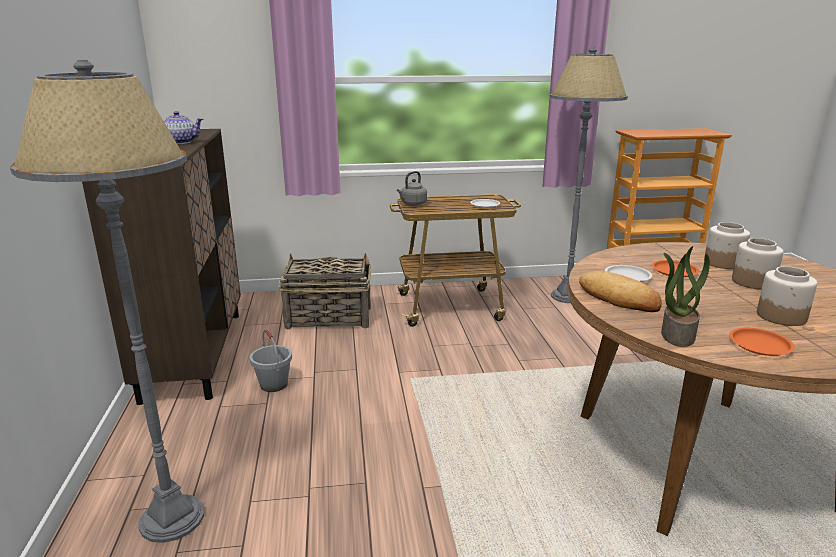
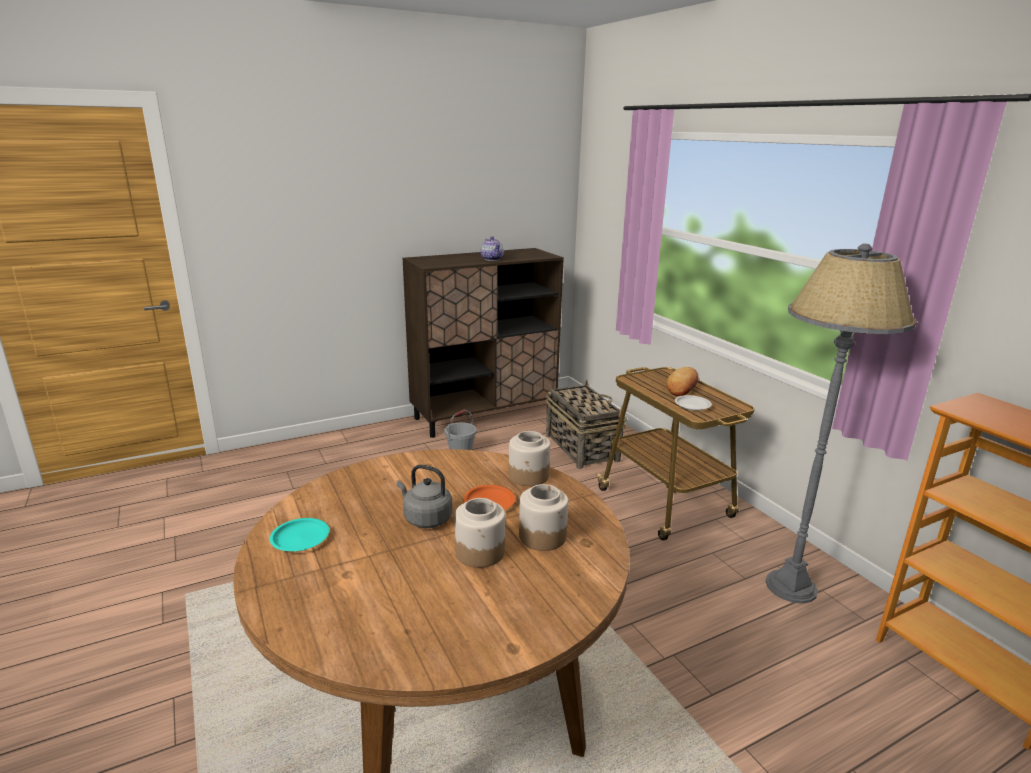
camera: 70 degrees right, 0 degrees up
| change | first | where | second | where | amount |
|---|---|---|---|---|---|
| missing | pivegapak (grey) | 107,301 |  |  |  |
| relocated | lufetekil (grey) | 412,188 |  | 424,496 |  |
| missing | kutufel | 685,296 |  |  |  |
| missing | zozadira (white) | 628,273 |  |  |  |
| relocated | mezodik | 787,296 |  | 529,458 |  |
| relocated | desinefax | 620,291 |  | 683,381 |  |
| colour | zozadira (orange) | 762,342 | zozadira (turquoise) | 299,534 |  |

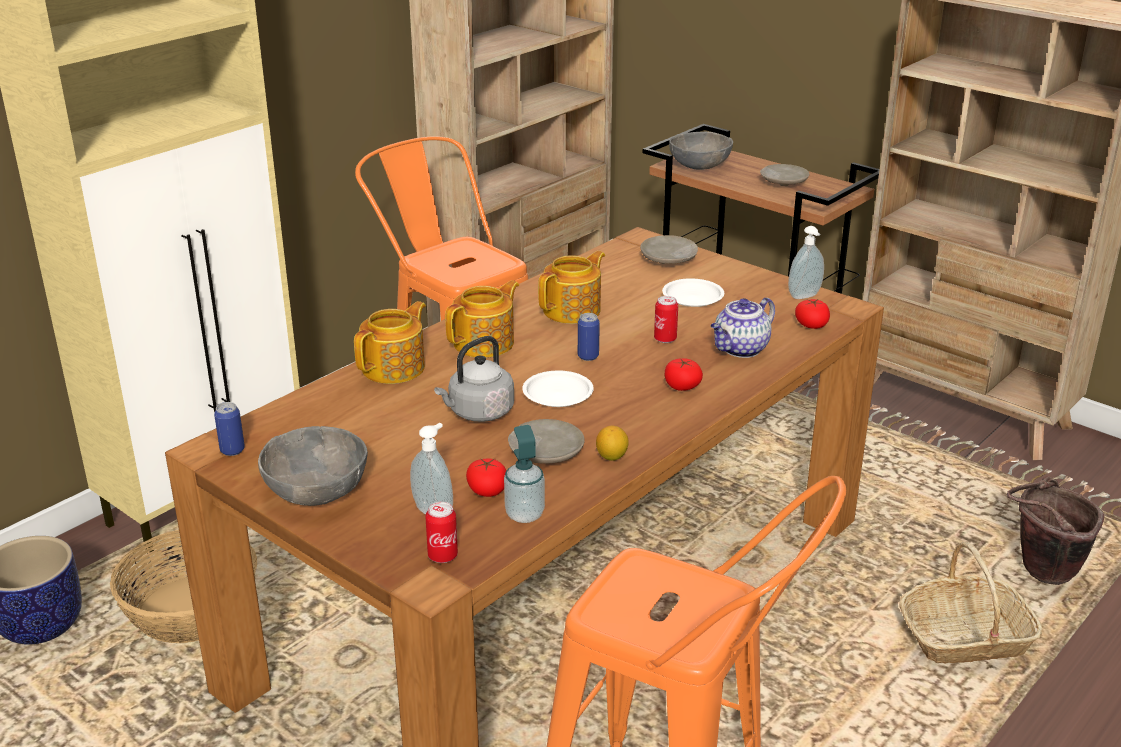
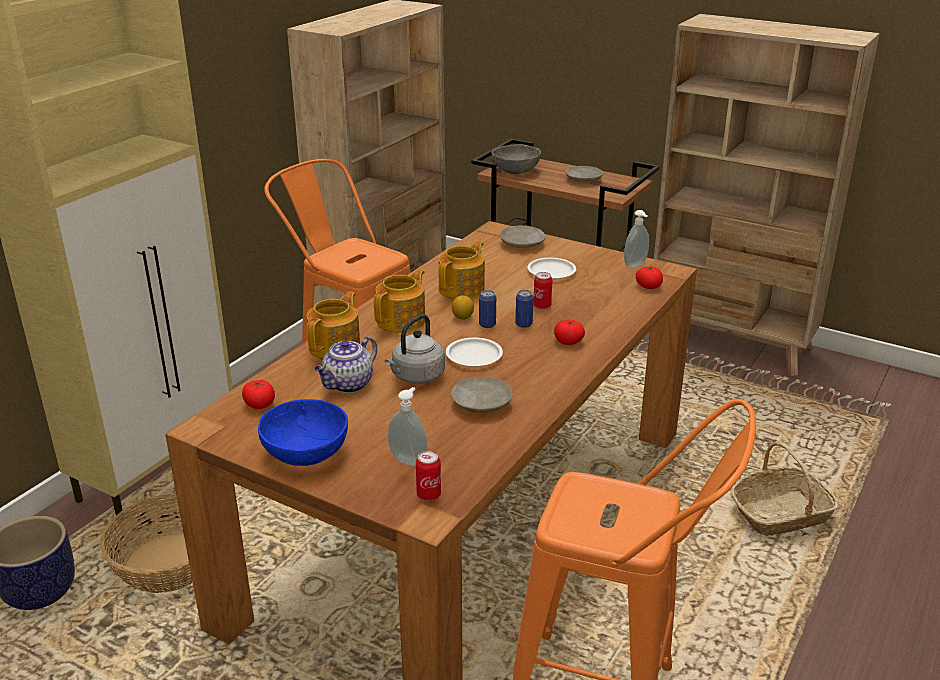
camera: 10 degrees left, 0 degrees up
| change | first | where | second | where | amount |
|---|---|---|---|---|---|
| relocated | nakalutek | 743,328 |  | 346,365 |  |
| relocated | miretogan | 229,429 |  | 524,309 |  |
| missing | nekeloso | 524,474 |  |  |  |
| relocated | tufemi | 612,443 |  | 463,307 |  |
| colour | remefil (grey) | 313,466 | remefil (blue) | 303,432 |  |
| relocated | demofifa | 486,477 |  | 258,394 |  |
| missing | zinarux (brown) | 1055,530 |  |  |  |

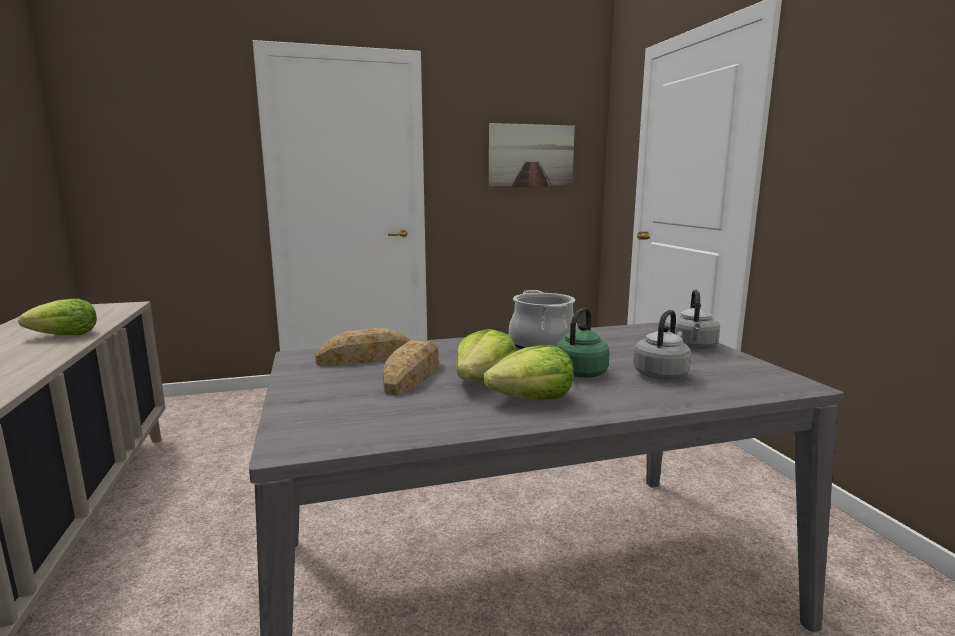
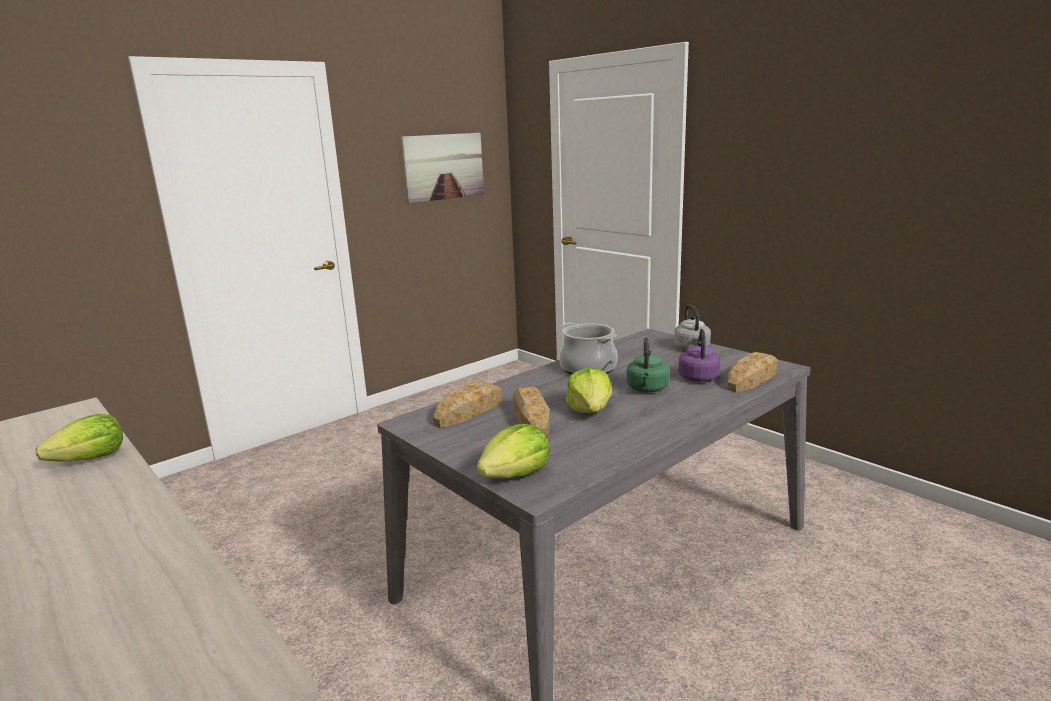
camera: 25 degrees left, 5 degrees up
| change | first | where | second | where | amount |
|---|---|---|---|---|---|
| colour | lufetekil (grey) | 662,345 | lufetekil (purple) | 699,355 |  |
| relocated | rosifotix | 528,372 |  | 513,451 |  |
| appeared |  |  | desinefax | 753,372 |  |

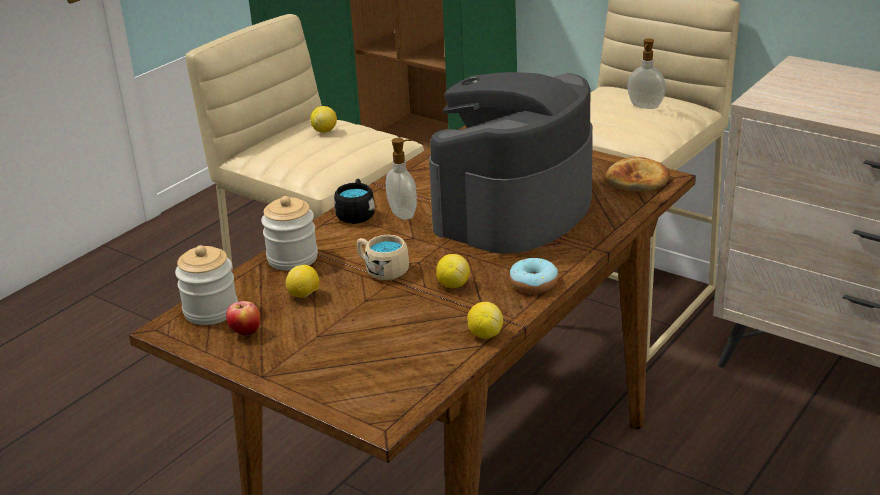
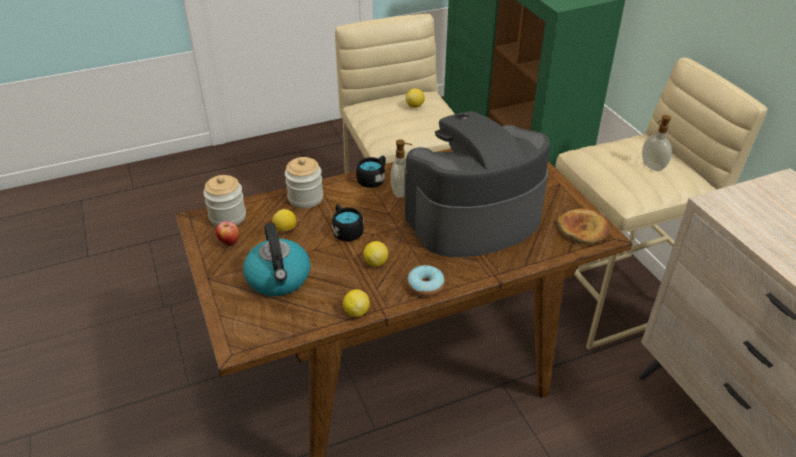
camera: 30 degrees right, 10 degrees up
| change | first | where | second | where | amount |
|---|---|---|---|---|---|
| colour | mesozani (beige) | 383,257 | mesozani (black) | 348,222 |  |
| appeared |  |  | lufetekil | 276,259 |  |

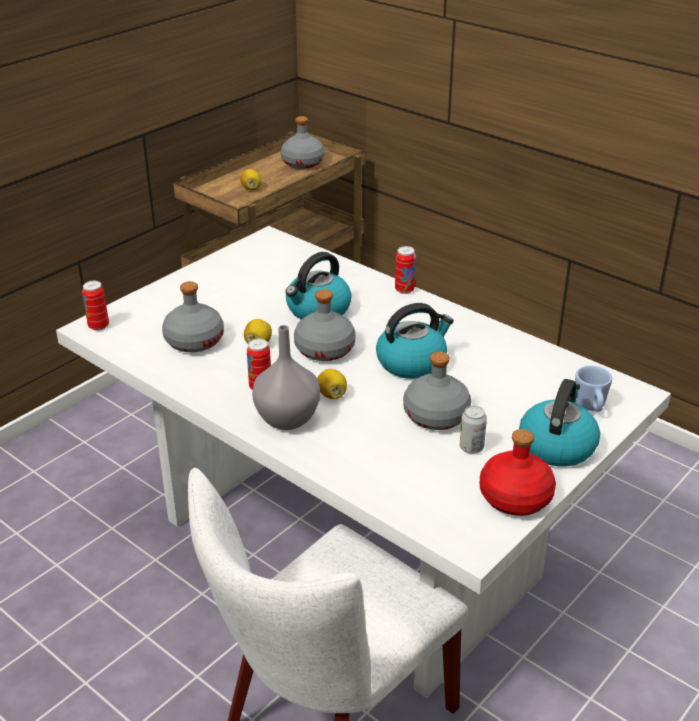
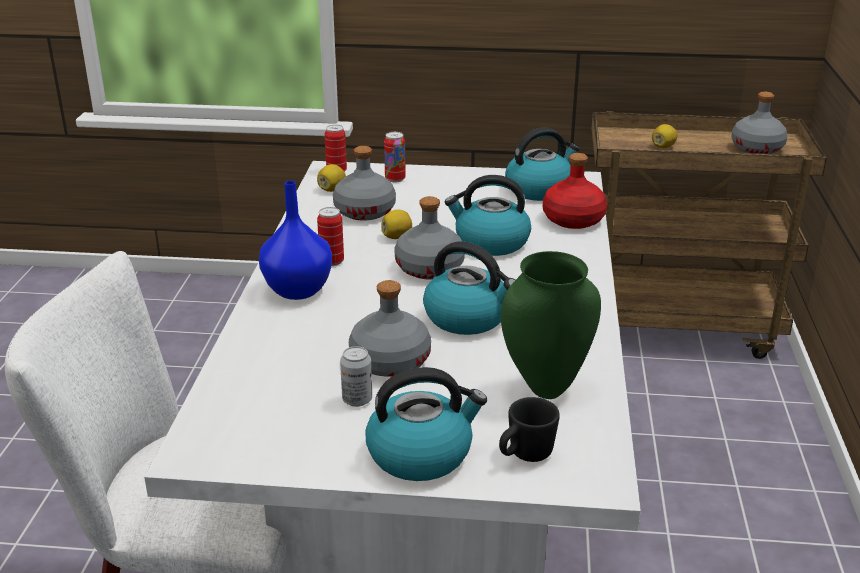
camera: 55 degrees right, 5 degrees down
| change | first | where | second | where | amount |
|---|---|---|---|---|---|
| relocated | miretogan | 405,270 |  | 395,157 |  |
| colour | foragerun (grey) | 286,377 | foragerun (blue) | 295,240 |  |
| colour | mesozani (blue) | 593,389 | mesozani (black) | 529,429 |  |
| relocated | tufemi | 332,384 |  | 331,178 |  |
| relocated | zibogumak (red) | 518,472 |  | 575,191 |  |
| appeared |  |  | lufetekil | 542,164 |  |
| appeared |  |  | foragerun (green) | 551,325 |  |

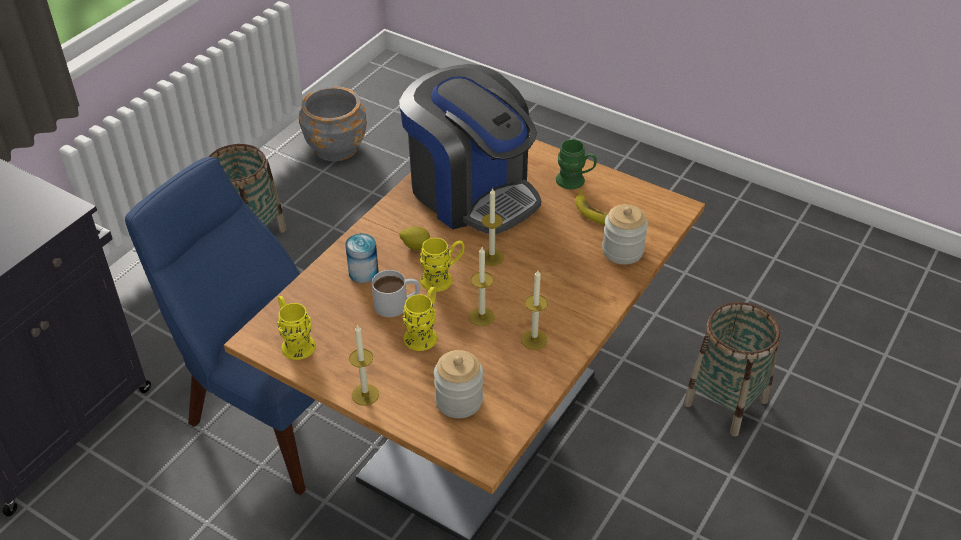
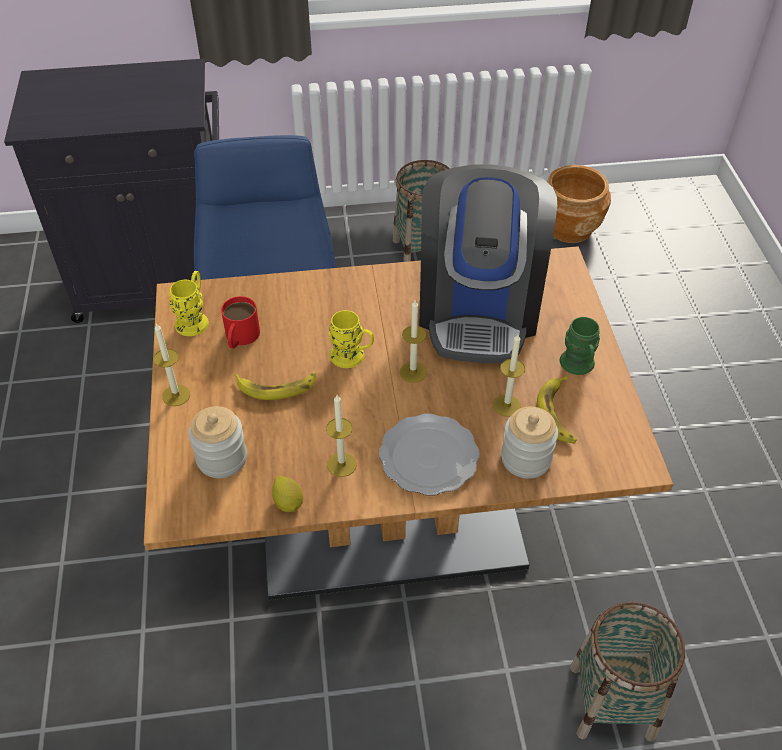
camera: 50 degrees right, 5 degrees up
| change | first | where | second | where | amount |
|---|---|---|---|---|---|
| colour | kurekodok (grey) | 333,123 | kurekodok (brown) | 579,204 |  |
| relocated | tufemi | 415,238 |  | 287,494 |  |
| missing | miretogan | 362,258 |  |  |  |
| relocated | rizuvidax | 482,286 |  | 509,375 |  |
| missing | mesozani (white) | 396,293 |  |  |  |
| exchanged | mesozani (yellow) | 419,319 | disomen | 275,386 |  |
| appeared |  |  | mesozani (red) | 240,322 |  |
| appeared |  |  | zozadira | 429,454 |  |

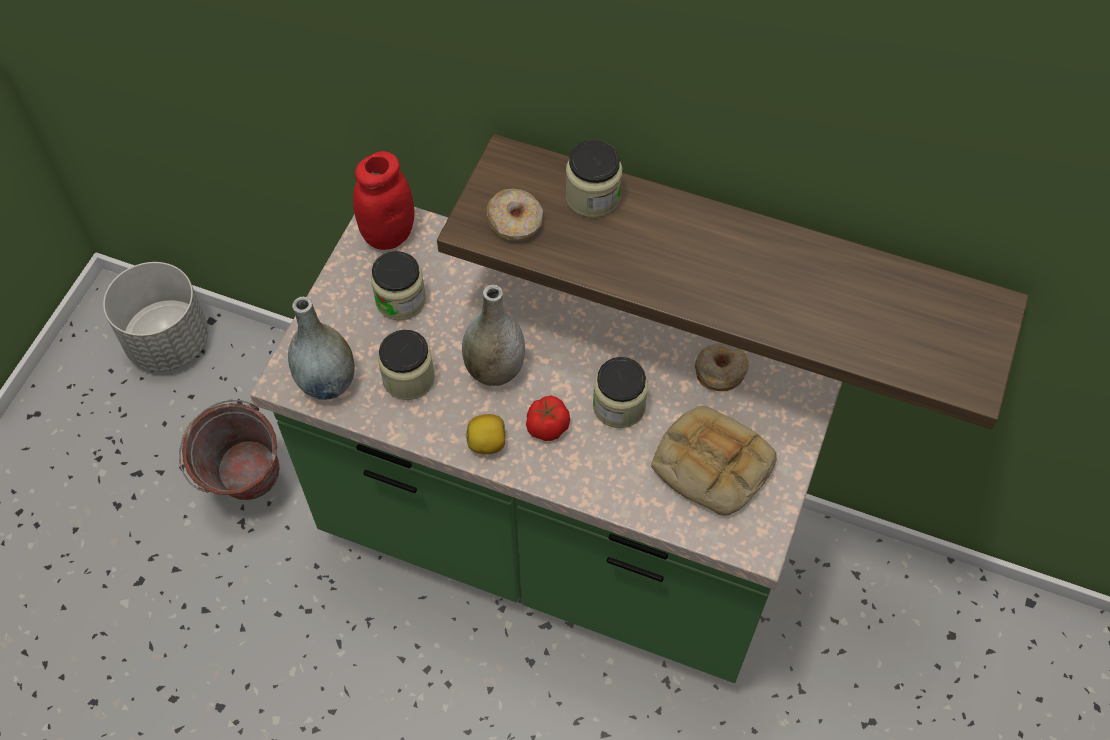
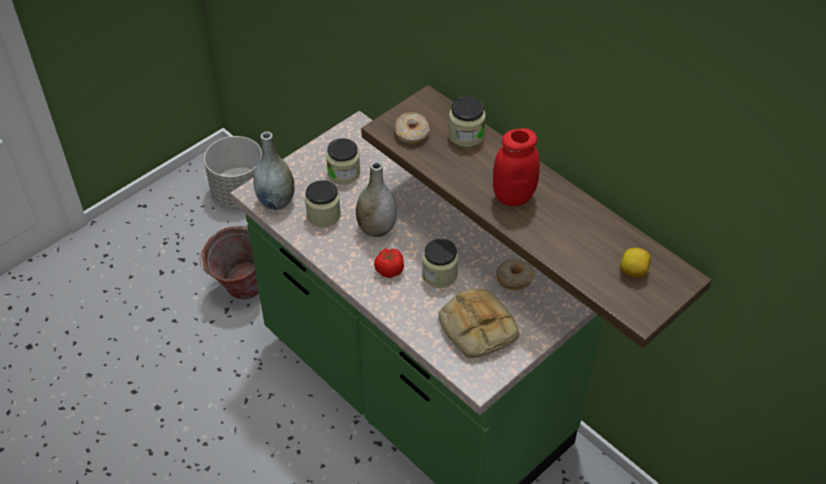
camera: 25 degrees right, 10 degrees down
| change | first | where | second | where | amount |
|---|---|---|---|---|---|
| relocated | mezodik (red) | 384,200 |  | 516,167 |  |
| relocated | tufemi | 486,434 |  | 635,262 |  |

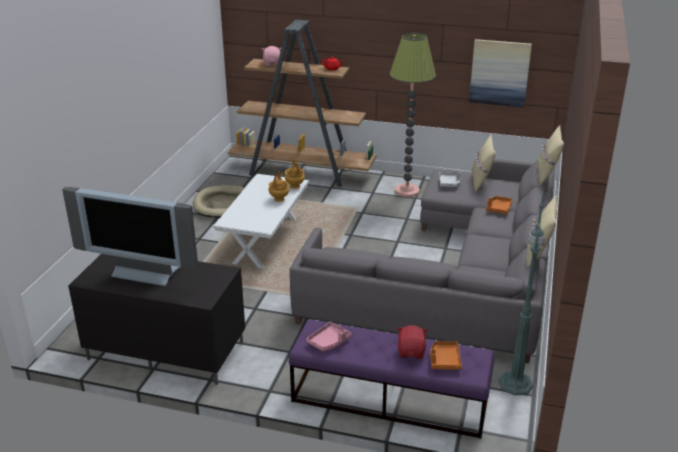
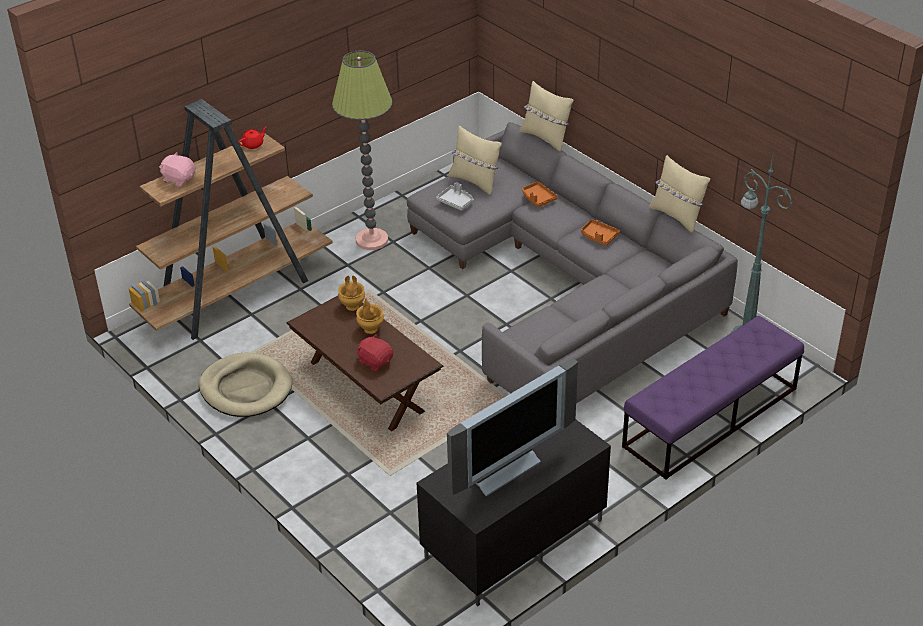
camera: 55 degrees left, 10 degrees up
| change | first | where | second | where | amount |
|---|---|---|---|---|---|
| missing | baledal | 500,73 |  |  |  |
| colour | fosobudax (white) | 261,221 | fosobudax (brown) | 365,363 |  |
| missing | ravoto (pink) | 329,336 |  |  |  |
| relocated | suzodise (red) | 412,342 |  | 374,352 |  |
| relocated | ravoto (orange) | 446,355 |  | 600,232 |  |

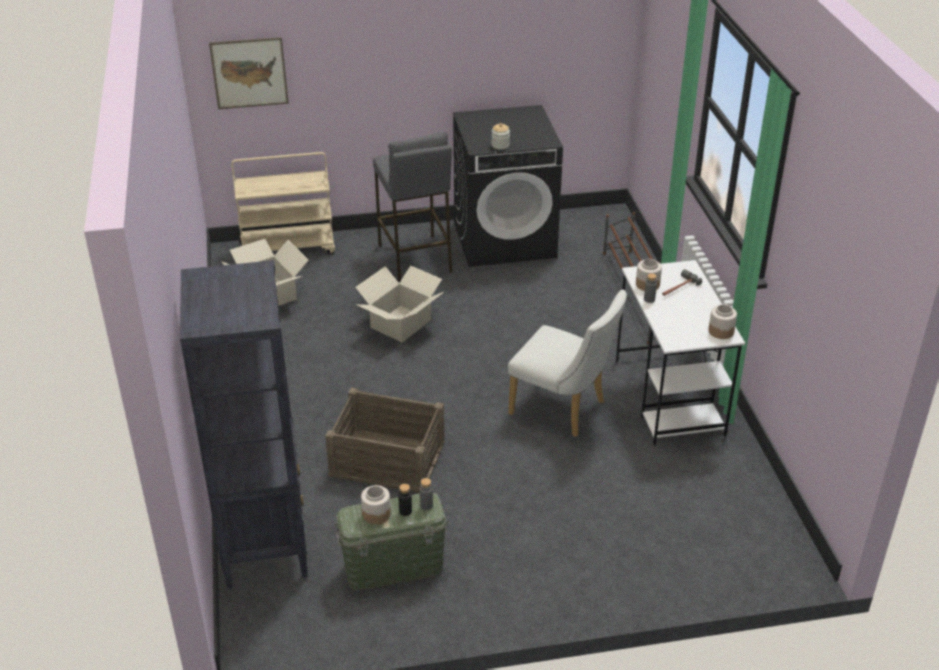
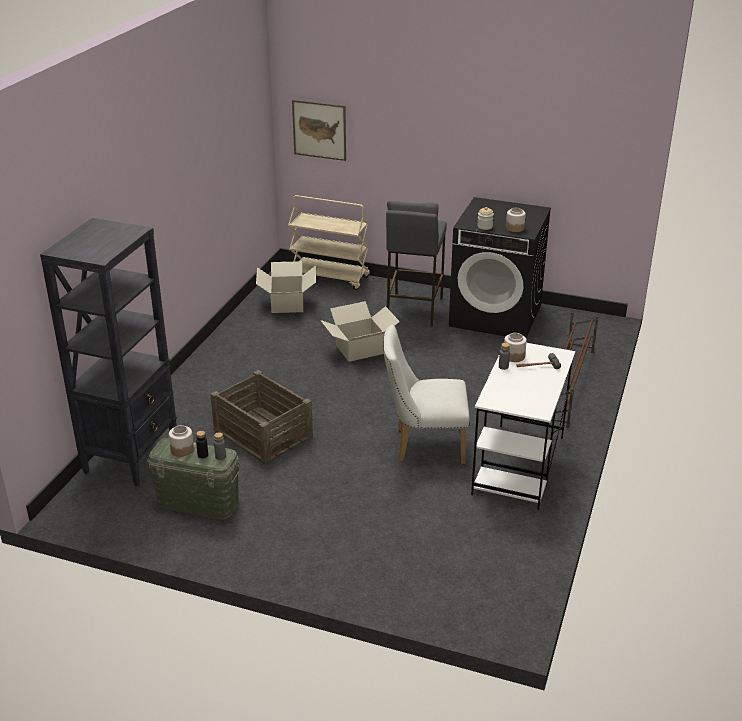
camera: 30 degrees right, 5 degrees down
| change | first | where | second | where | amount |
|---|---|---|---|---|---|
| spun | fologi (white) | 567,363 |  | 426,394 | 120 degrees clockwise |
| relocated | mezodik | 722,321 |  | 516,220 |  |

